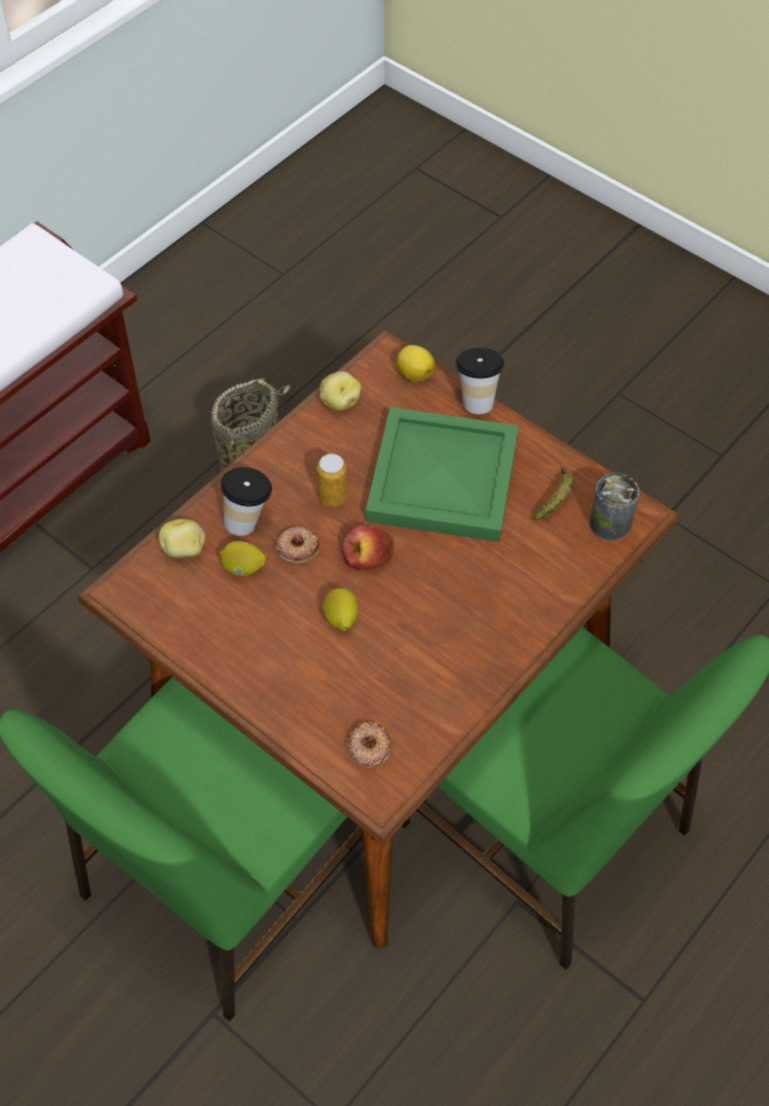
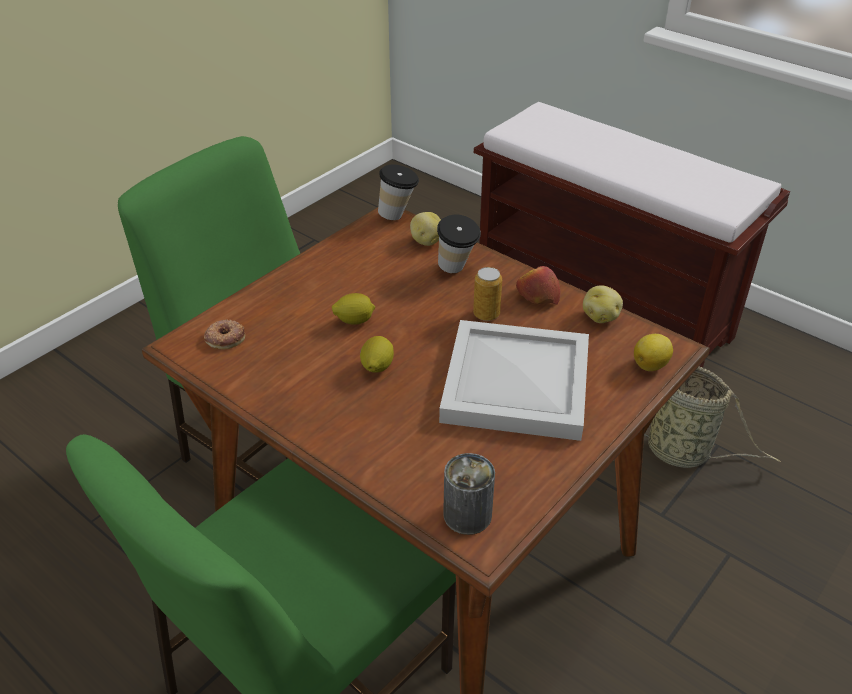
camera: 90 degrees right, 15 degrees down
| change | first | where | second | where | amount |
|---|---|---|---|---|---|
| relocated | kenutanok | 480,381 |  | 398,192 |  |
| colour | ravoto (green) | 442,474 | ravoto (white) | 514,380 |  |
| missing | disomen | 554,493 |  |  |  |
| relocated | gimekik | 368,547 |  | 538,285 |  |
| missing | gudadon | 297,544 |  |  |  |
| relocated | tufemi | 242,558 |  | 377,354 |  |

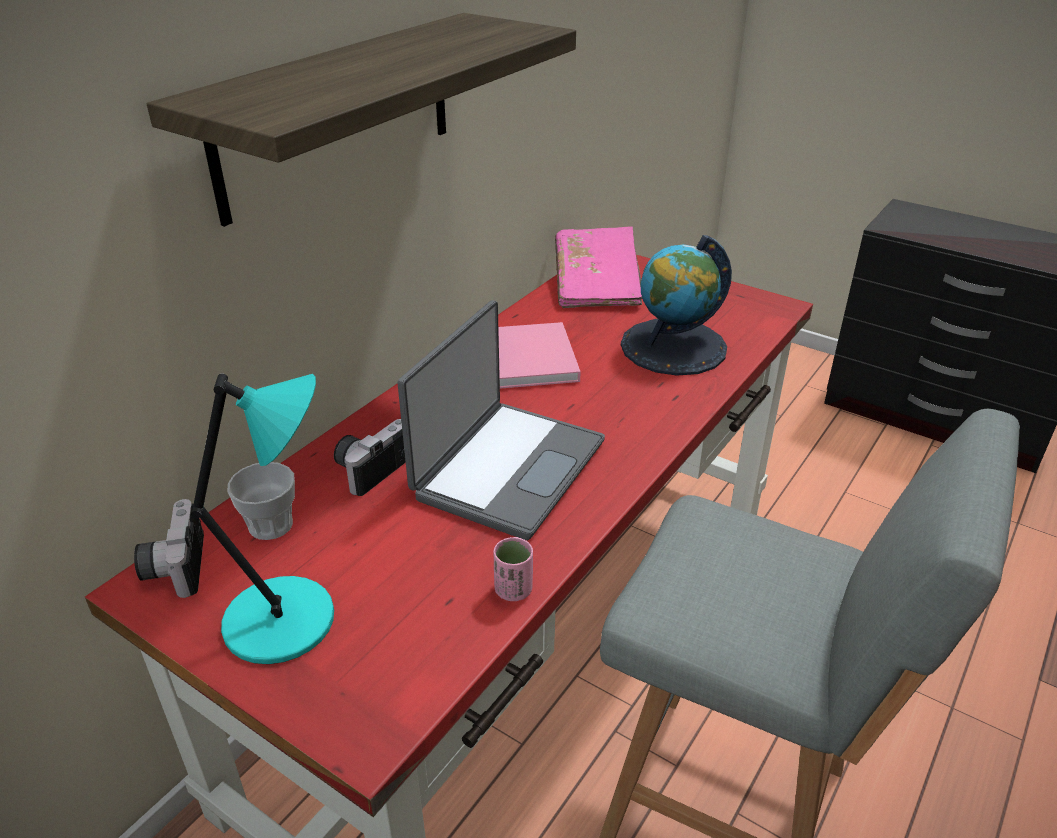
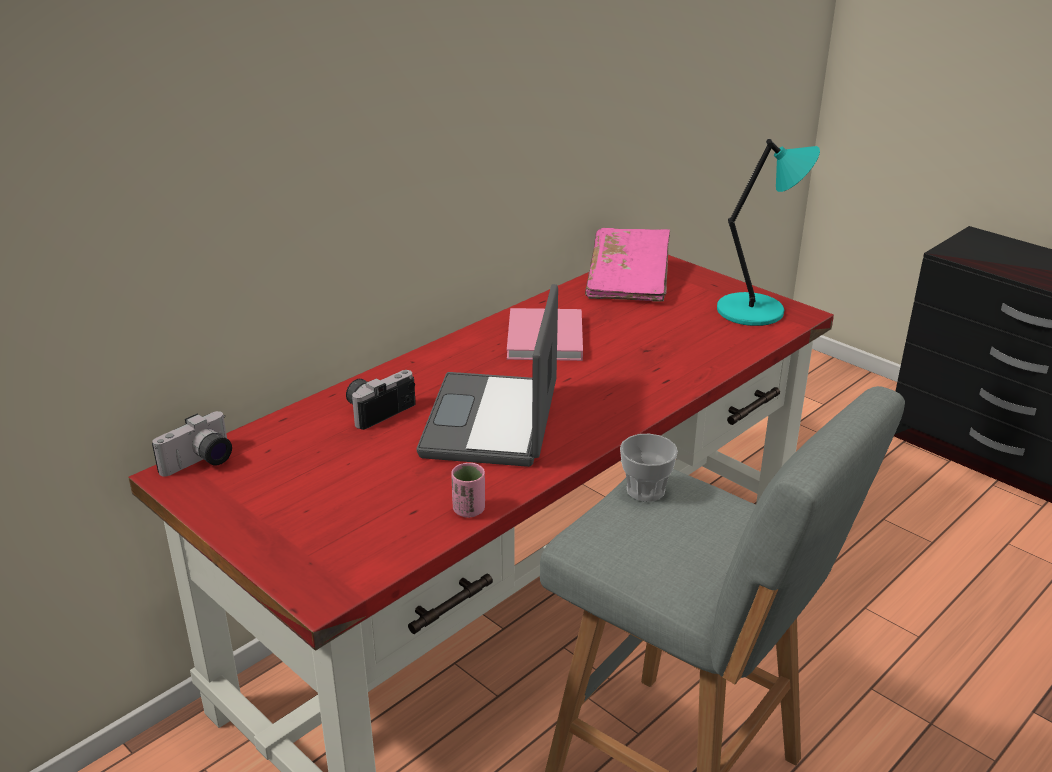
camera: 10 degrees right, 5 degrees down
| change | first | where | second | where | amount |
|---|---|---|---|---|---|
| missing | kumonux | 361,120 |  |  |  |
| missing | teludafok | 676,305 |  |  |  |
| spun | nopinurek | 501,420 |  | 487,375 | 150 degrees clockwise |
| relocated | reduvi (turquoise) | 262,518 |  | 768,232 |  |
| relocated | kenutanok | 261,501 |  | 649,468 |  |
| spun | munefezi | 169,548 |  | 192,444 | 135 degrees counterclockwise |

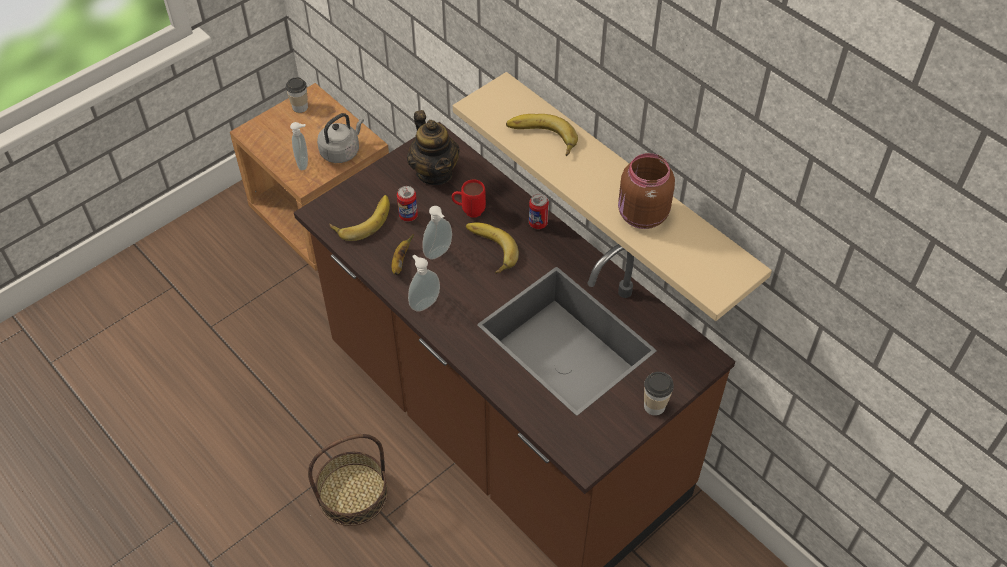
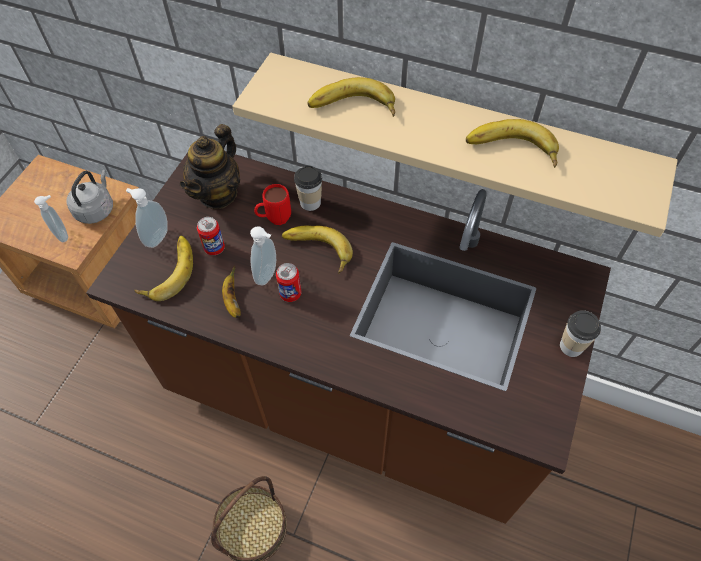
camera: 25 degrees left, 5 degrees up
| change | first | where | second | where | amount |
|---|---|---|---|---|---|
| relocated | kenutanok | 297,95 |  | 308,188 |  |
| spun | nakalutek | 433,147 |  | 210,166 | 75 degrees clockwise |
| exchanged | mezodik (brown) | 646,191 | disomen | 512,143 |  |
| relocated | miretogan | 539,211 |  | 288,282 |  |
| relocated | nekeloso | 424,283 |  | 147,218 |  |

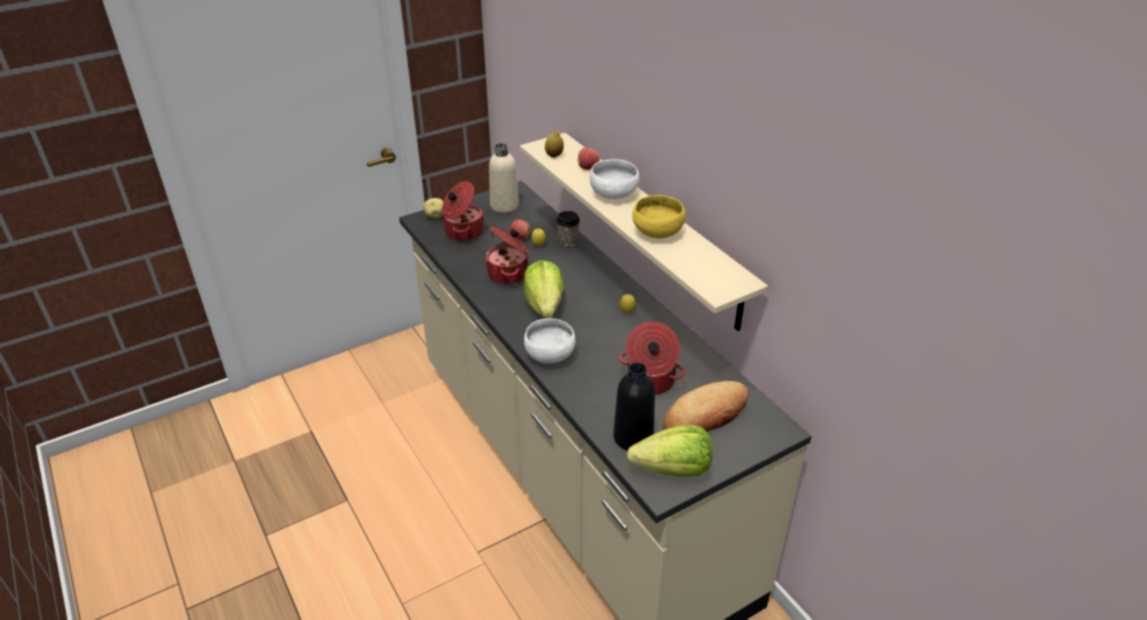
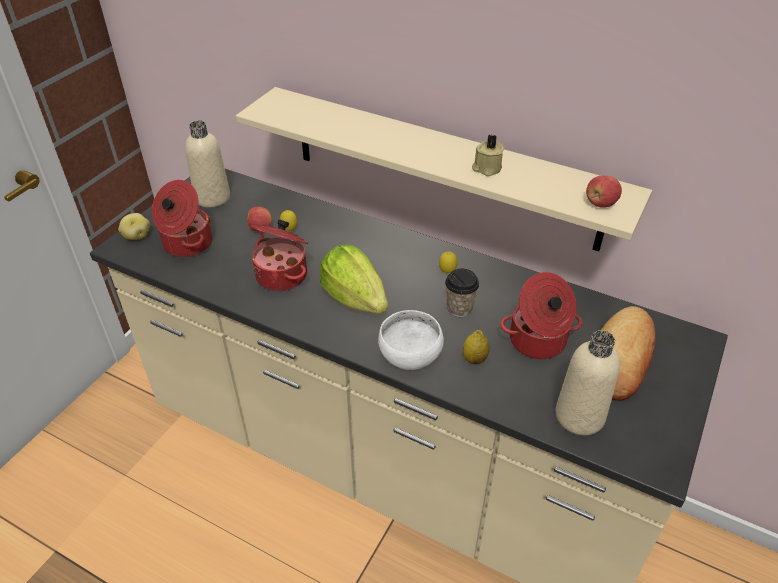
camera: 30 degrees left, 5 degrees up
| change | first | where | second | where | amount |
|---|---|---|---|---|---|
| relocated | tufemi | 554,144 |  | 476,347 |  |
| relocated | gimekik | 588,159 |  | 604,192 |  |
| missing | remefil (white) | 615,179 |  |  |  |
| exchanged | remefil (yellow) | 658,217 | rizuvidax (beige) | 488,155 |  |
| relocated | kenutanok | 568,229 |  | 462,293 |  |
| colour | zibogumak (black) | 634,407 | zibogumak (beige) | 588,382 |  |
| missing | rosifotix | 670,451 |  |  |  |

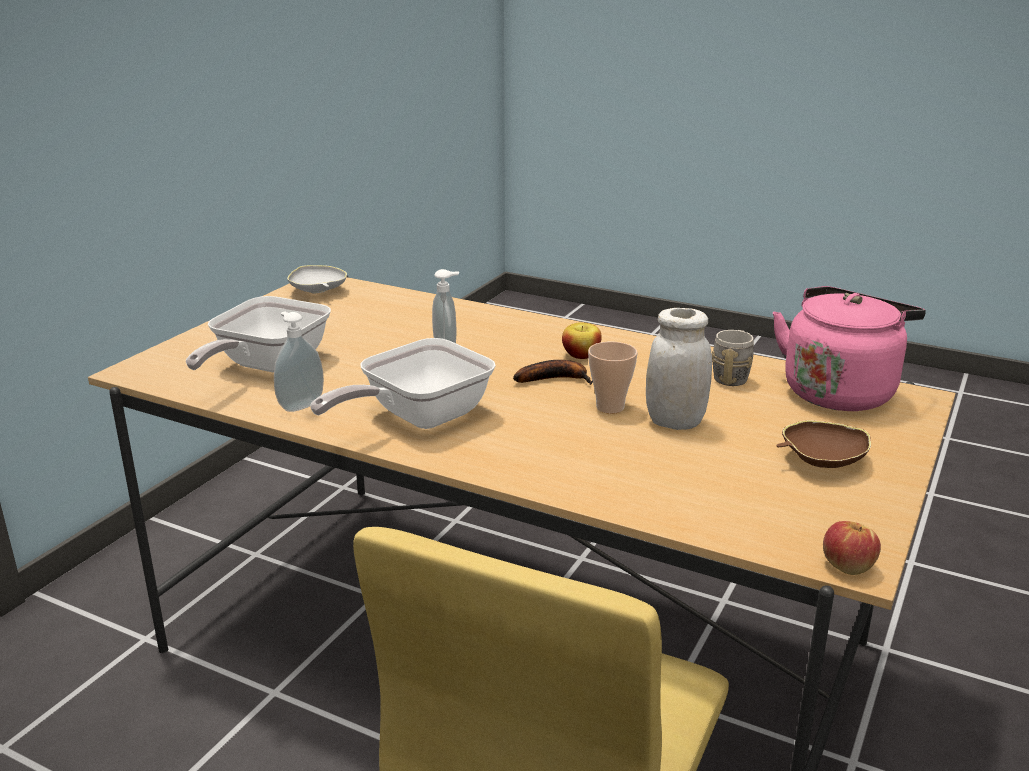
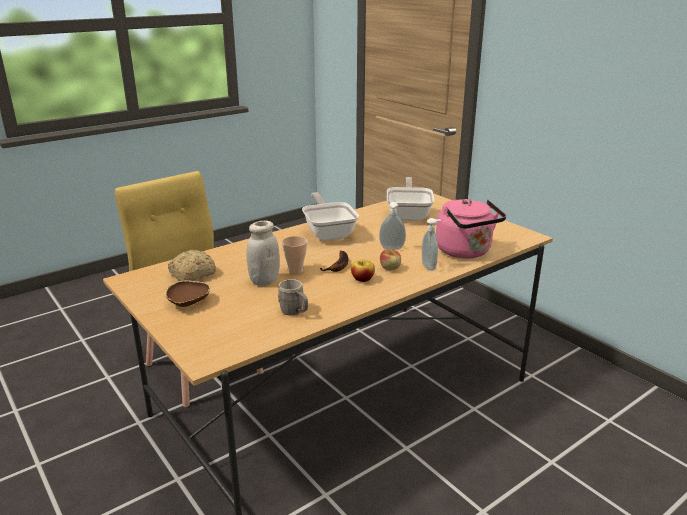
camera: 115 degrees right, 0 degrees up
| change | first | where | second | where | amount |
|---|---|---|---|---|---|
| missing | remefil (white) | 317,279 |  |  |  |
| relocated | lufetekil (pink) | 849,348 |  | 471,228 |  |
| spun | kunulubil | 258,334 |  | 410,199 | 45 degrees clockwise |
| relocated | nekeloso | 299,361 |  | 431,244 |  |
| relocated | gimekik | 852,548 |  | 390,259 |  |
| appeared |  |  | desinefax | 192,265 |  |

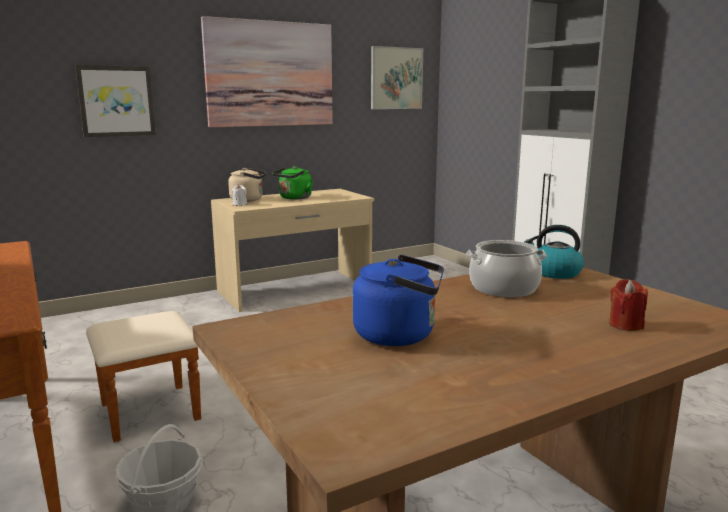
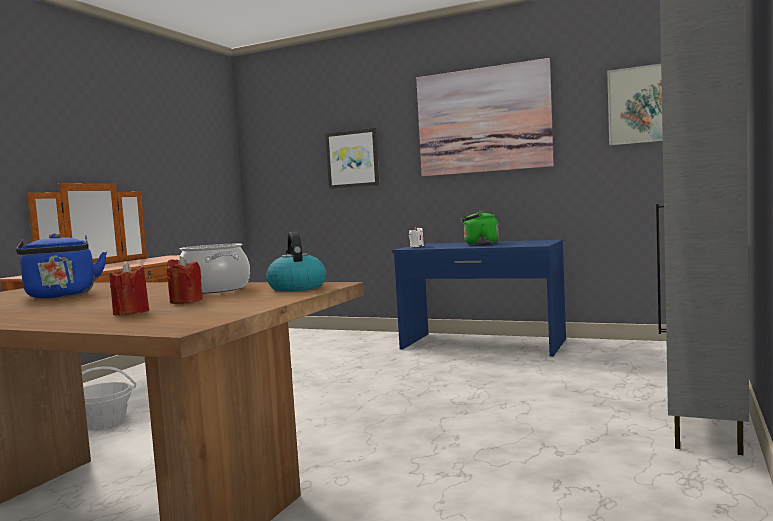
camera: 55 degrees right, 10 degrees down
| change | first | where | second | where | amount |
|---|---|---|---|---|---|
| missing | lufetekil (beige) | 247,185 |  |  |  |
| colour | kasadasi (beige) | 292,250 | kasadasi (blue) | 479,298 |  |
| appeared |  |  | rizuvidax (red) | 185,280 |  |

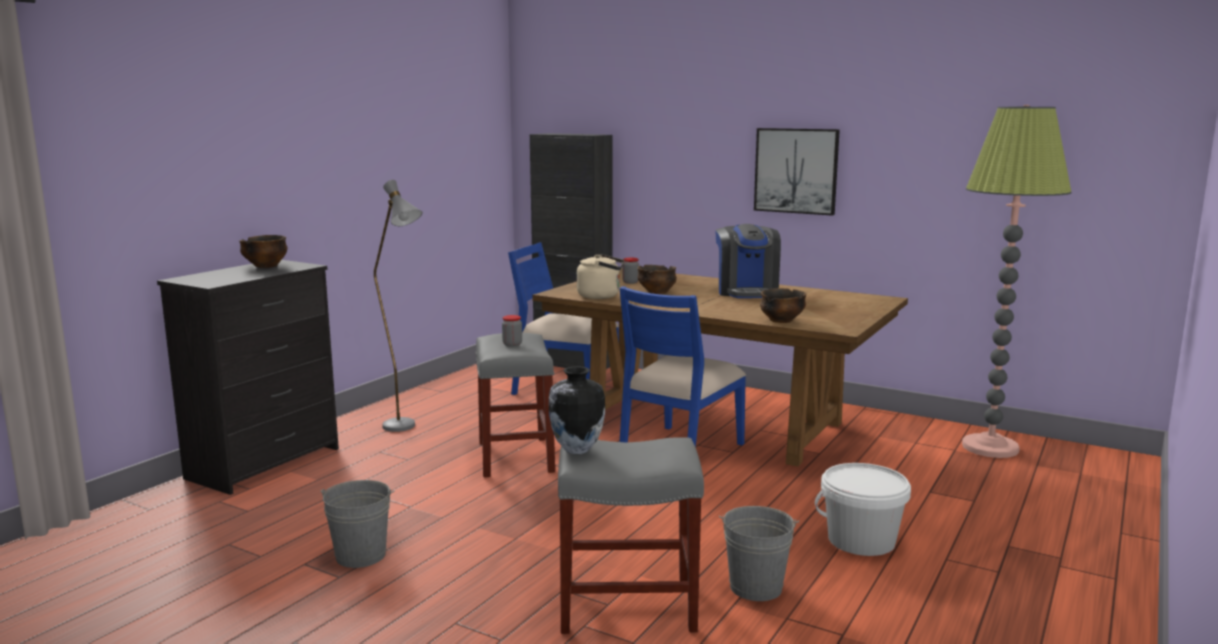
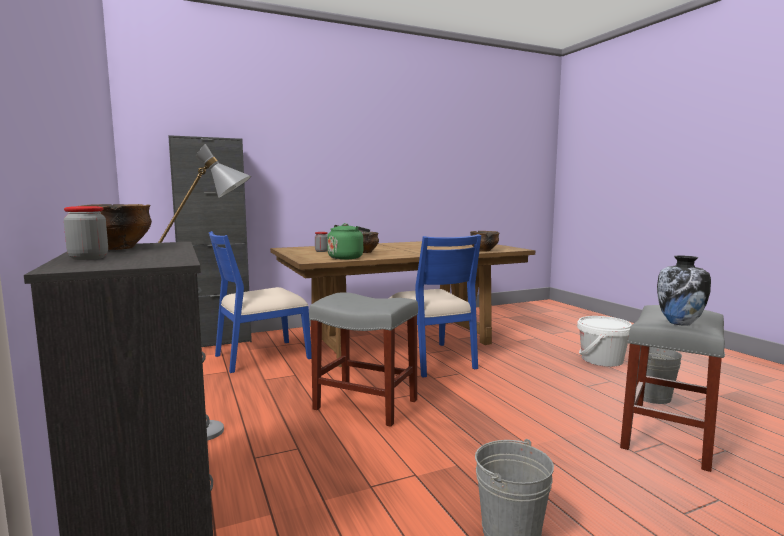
camera: 55 degrees left, 5 degrees down
| change | first | where | second | where | amount |
|---|---|---|---|---|---|
| missing | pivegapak | 1017,281 |  |  |  |
| missing | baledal | 797,172 |  |  |  |
| missing | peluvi | 748,261 |  |  |  |
| colour | lufetekil (beige) | 600,276 | lufetekil (green) | 348,241 |  |
| relocated | mezodik | 512,331 |  | 86,233 |  |

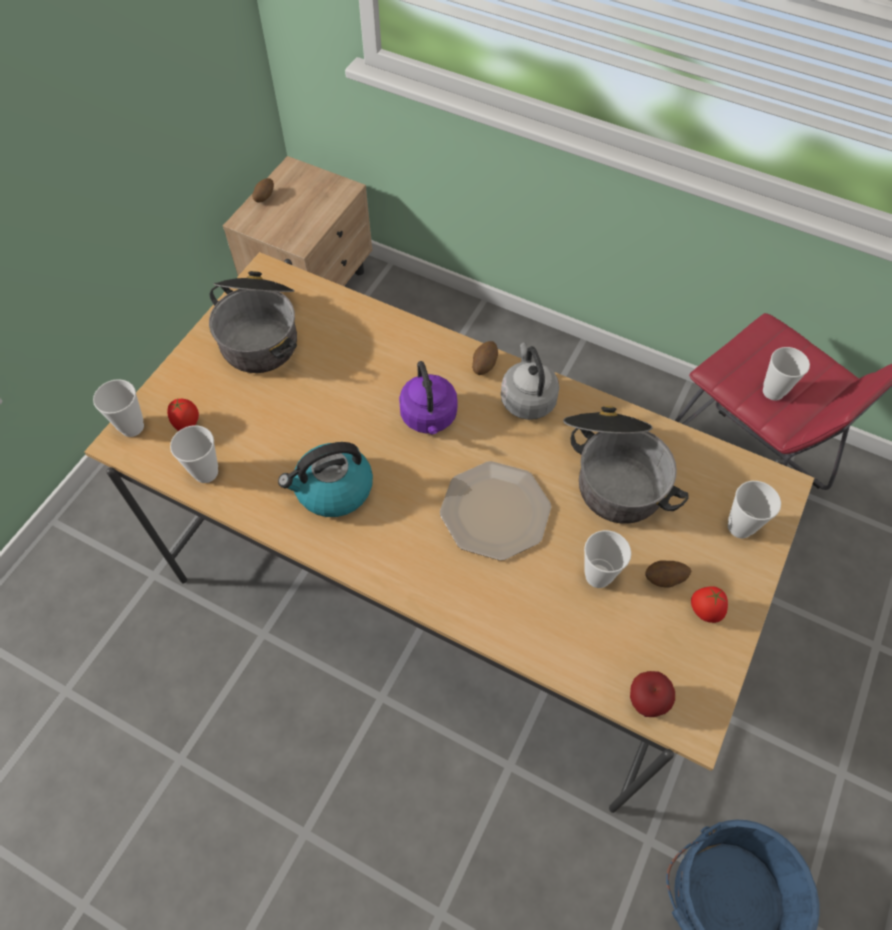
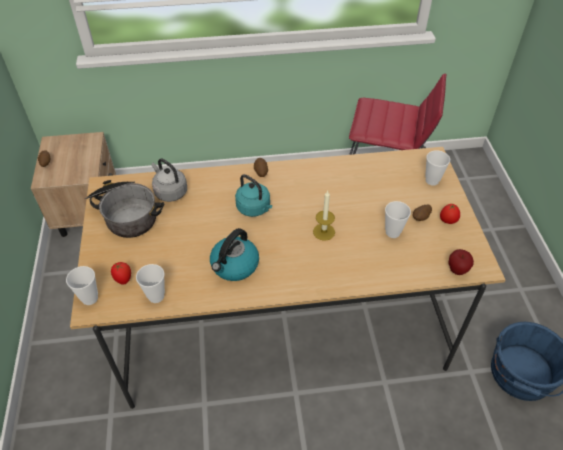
camera: 35 degrees left, 10 degrees down
| change | first | where | second | where | amount |
|---|---|---|---|---|---|
| relocated | lufetekil (grey) | 530,381 |  | 169,180 |  |
| missing | kenutanok | 786,374 |  |  |  |
| colour | lufetekil (purple) | 428,397 | lufetekil (turquoise) | 253,195 |  |
| missing | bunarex | 626,465 |  |  |  |
| exchanged | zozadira | 495,511 | rizuvidax | 324,216 |  |

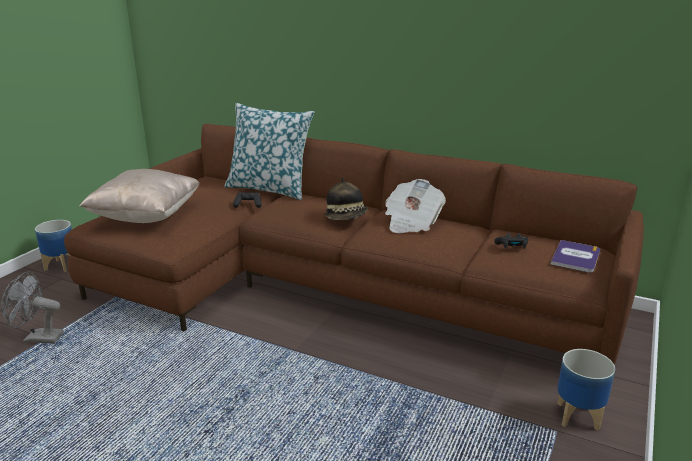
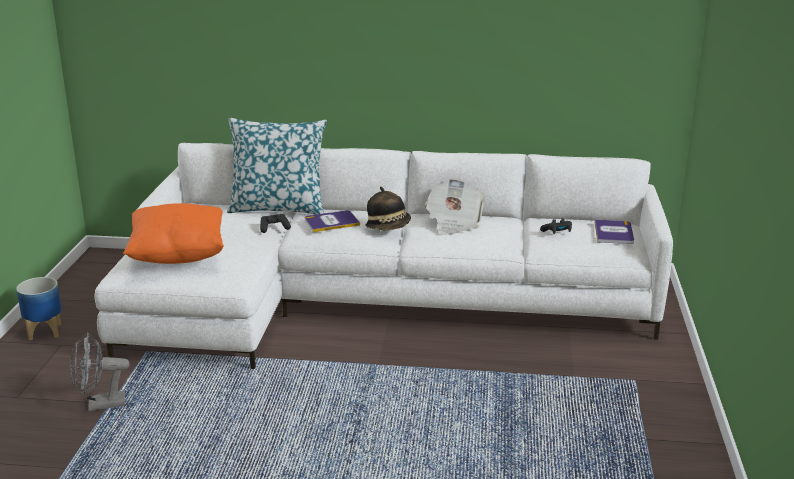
camera: 20 degrees left, 0 degrees up
| change | first | where | second | where | amount |
|---|---|---|---|---|---|
| colour | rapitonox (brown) | 354,244 | rapitonox (white) | 383,256 |  |
| colour | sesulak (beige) | 139,196 | sesulak (orange) | 173,233 |  |
| missing | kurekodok | 586,390 |  |  |  |
| appeared |  |  | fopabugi | 332,221 |  |

